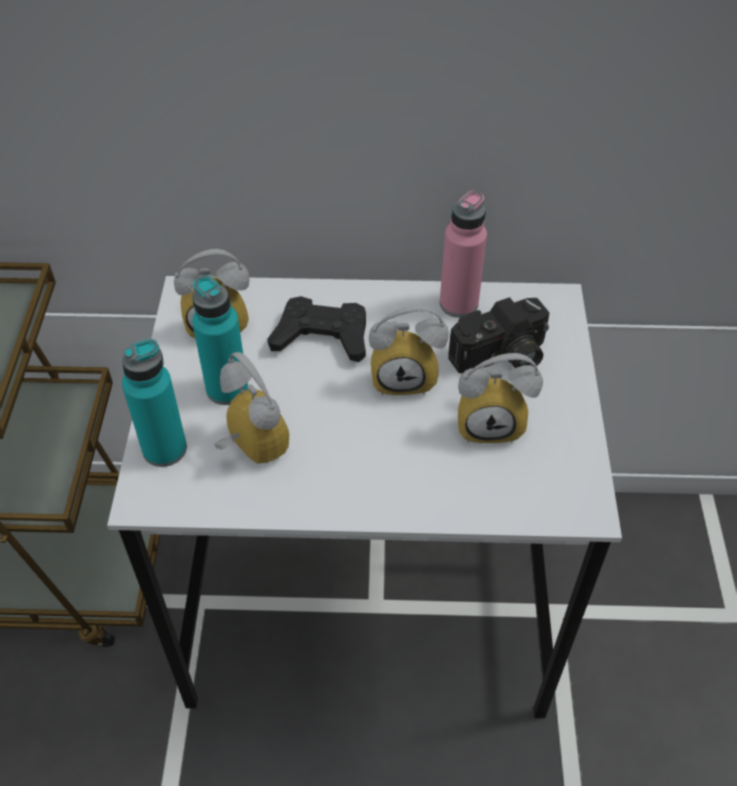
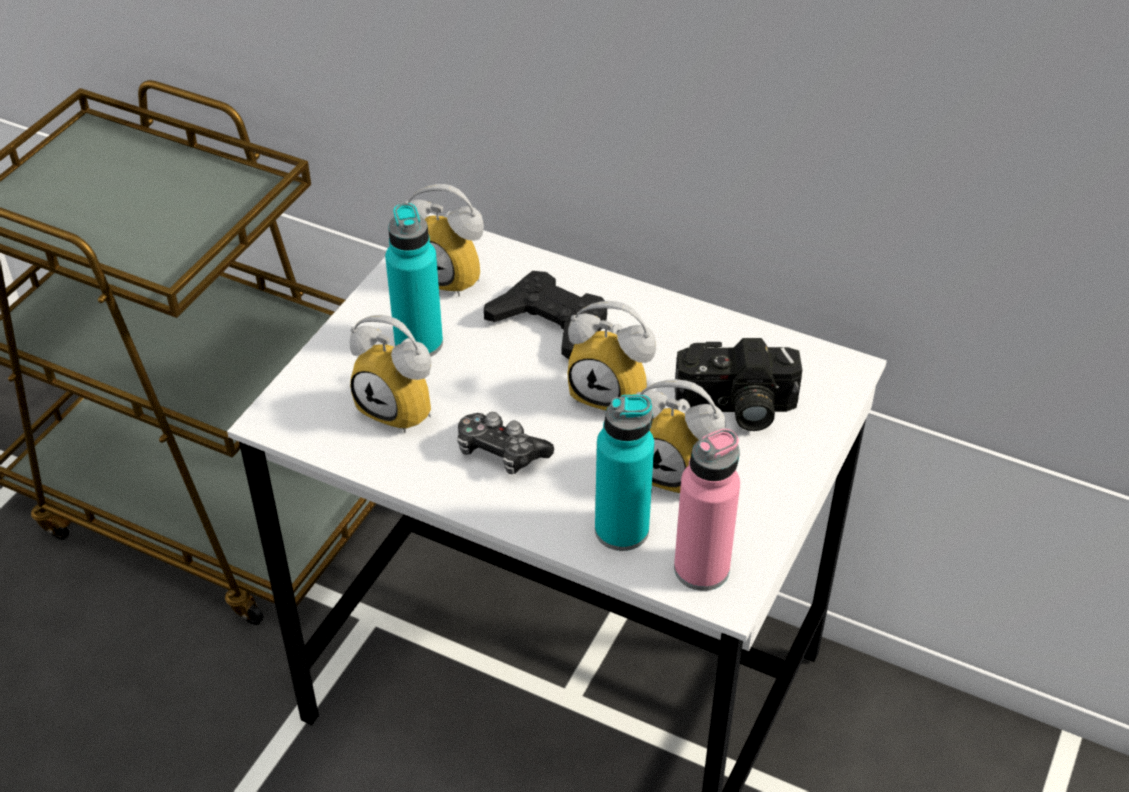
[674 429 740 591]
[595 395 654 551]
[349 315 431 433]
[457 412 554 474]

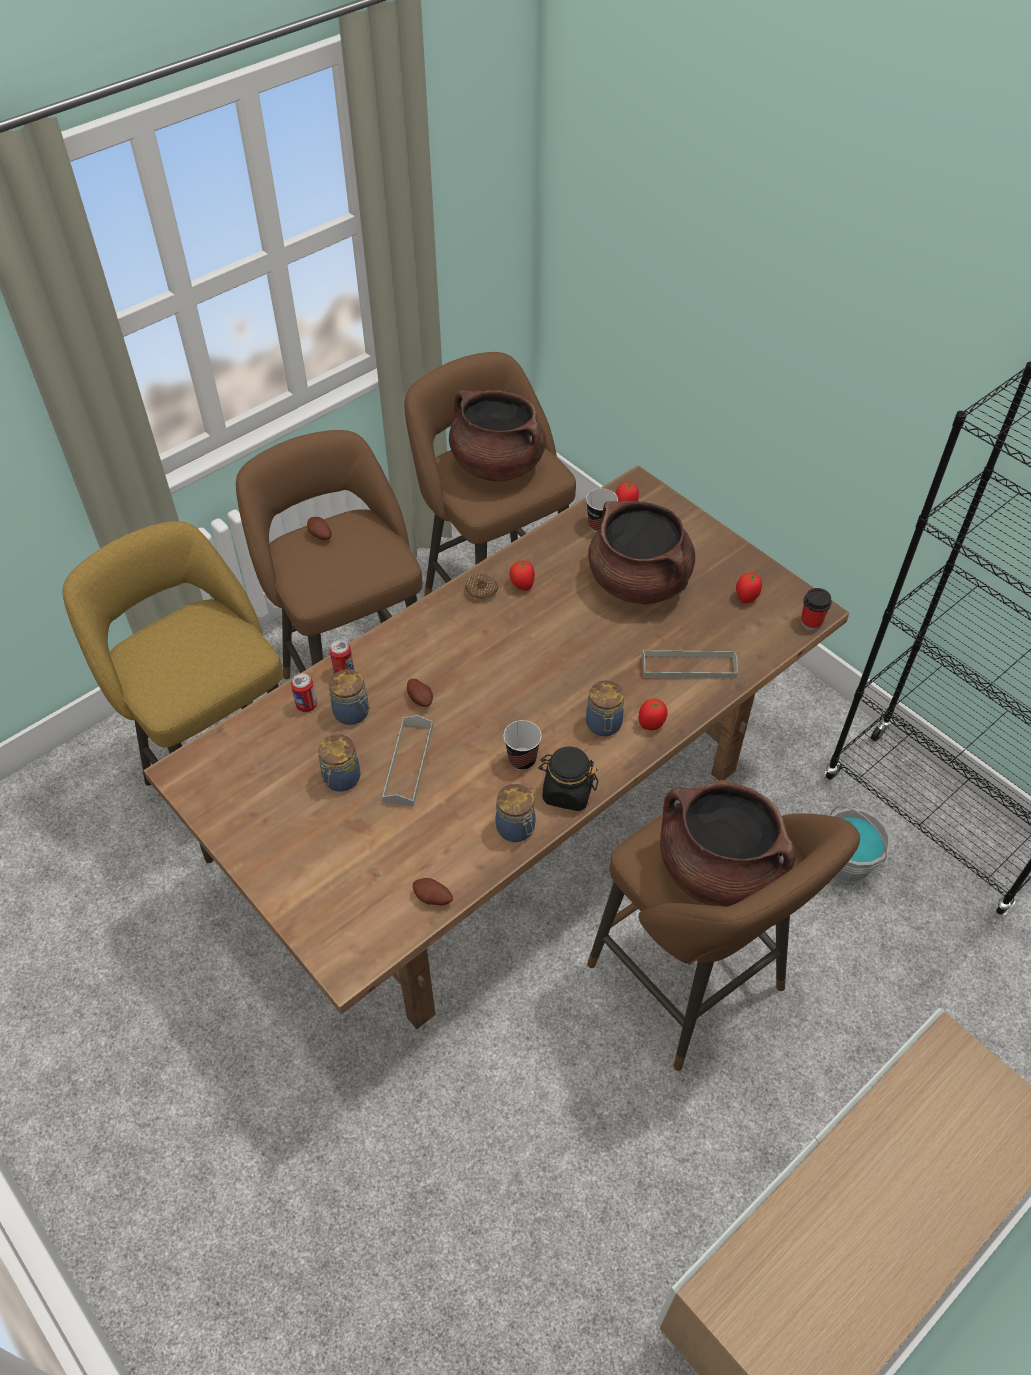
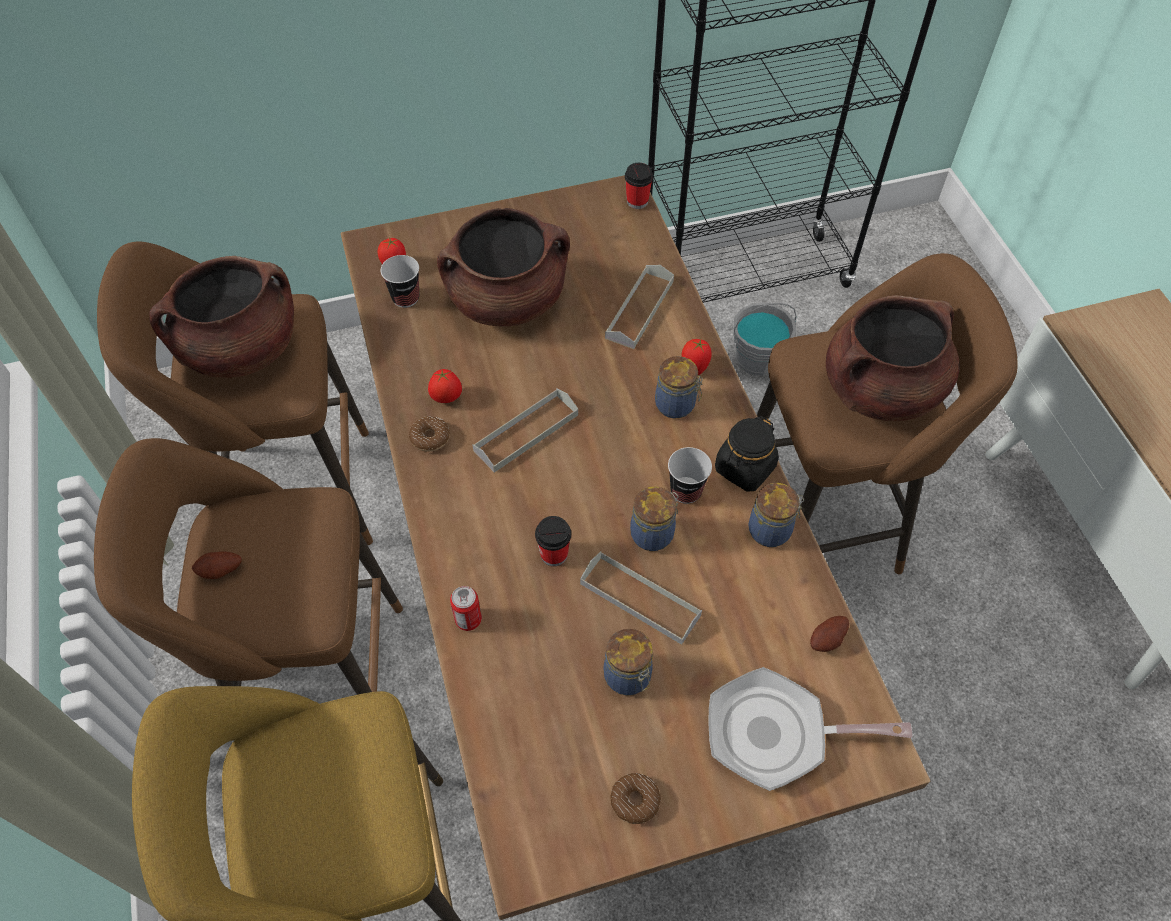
[736 573 762 603] (first image)
[630 487 679 551]
[291 673 317 712] (first image)
[535 516 571 566]
[473 389 578 473]
[709 667 913 791]
[610 773 661 824]

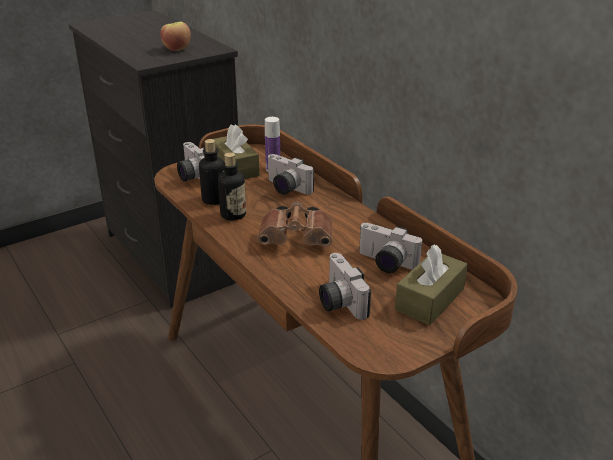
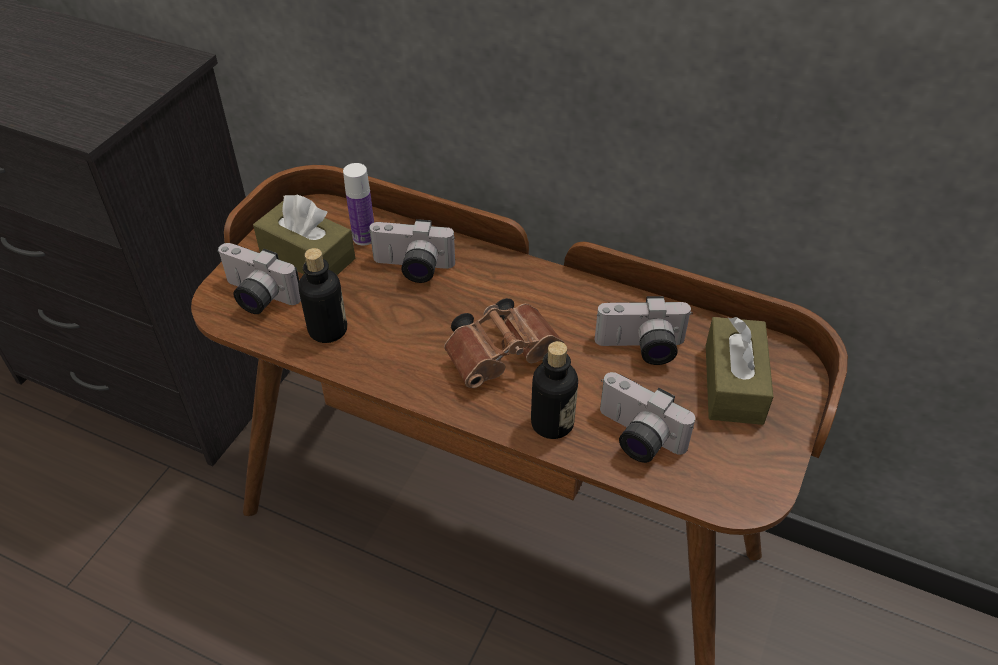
[161 22 191 51] (first image)
[531 341 578 439]

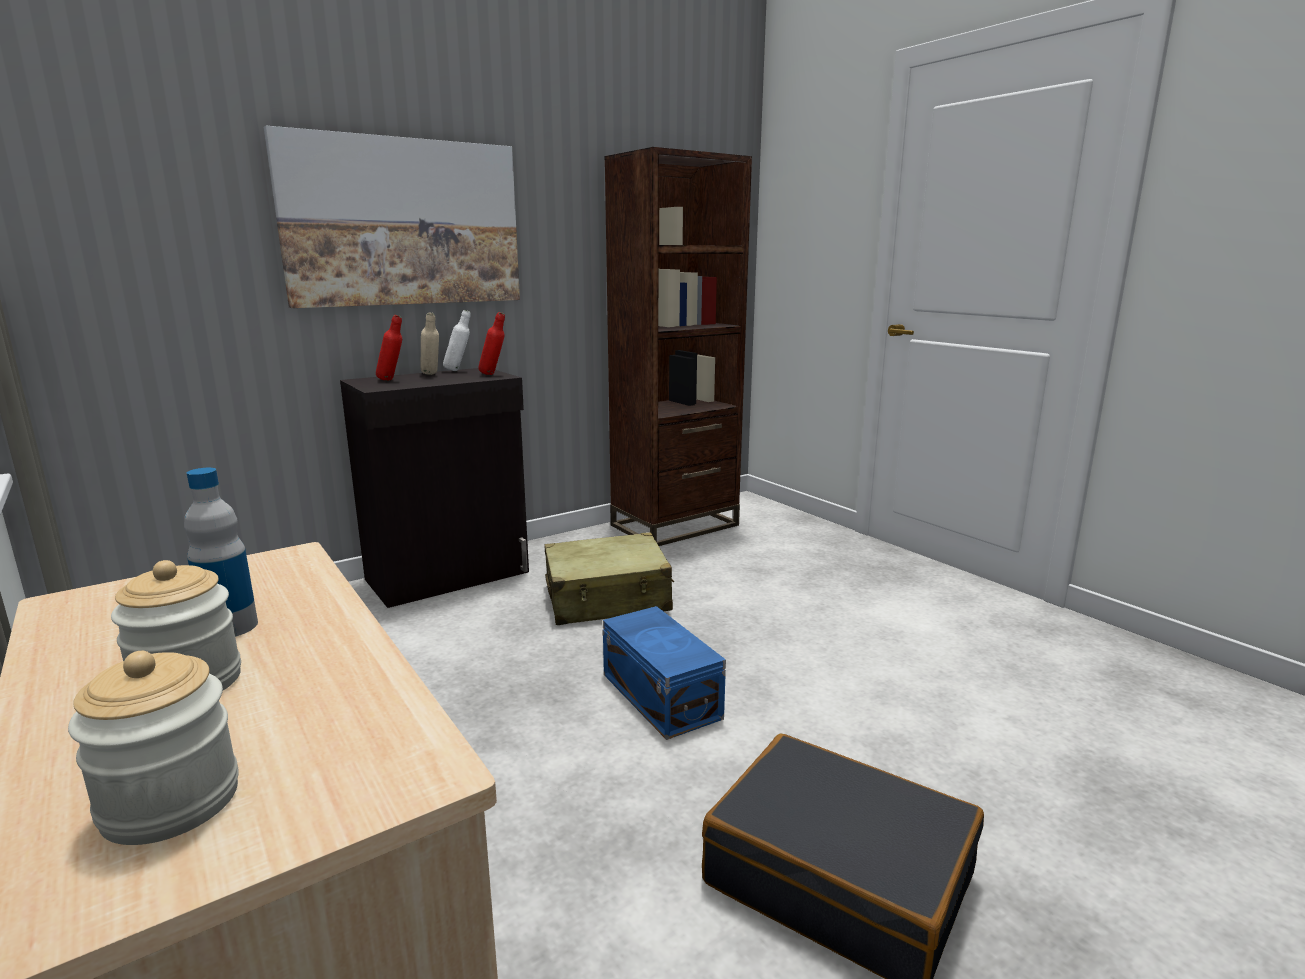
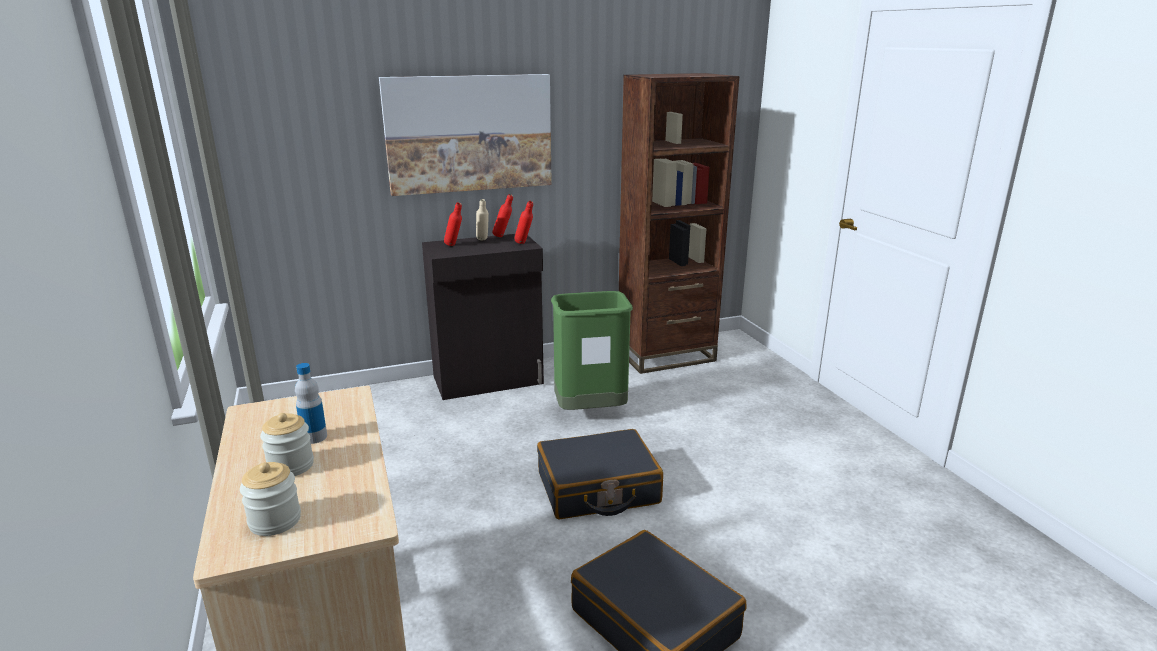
[493 194 513 237]
[551 291 633 413]
[537 429 663 519]

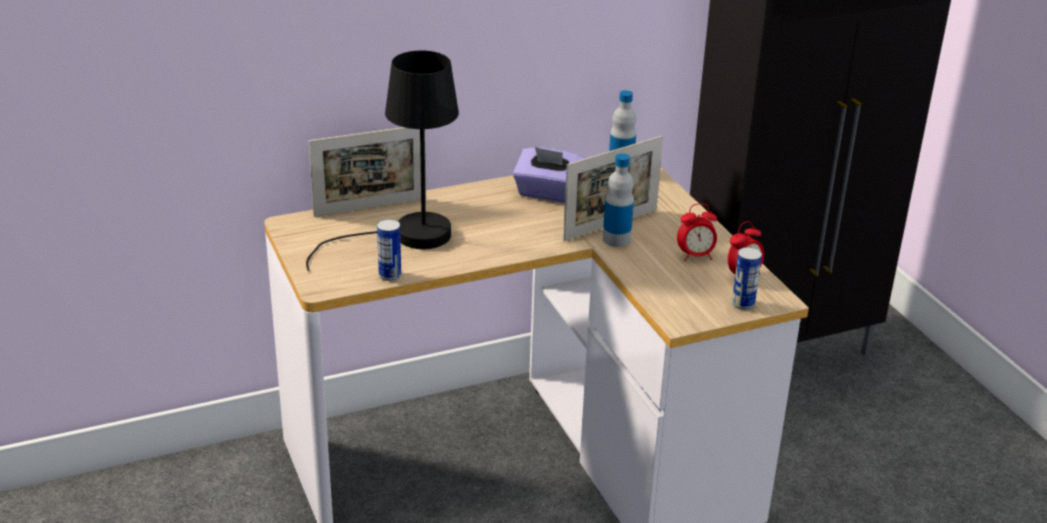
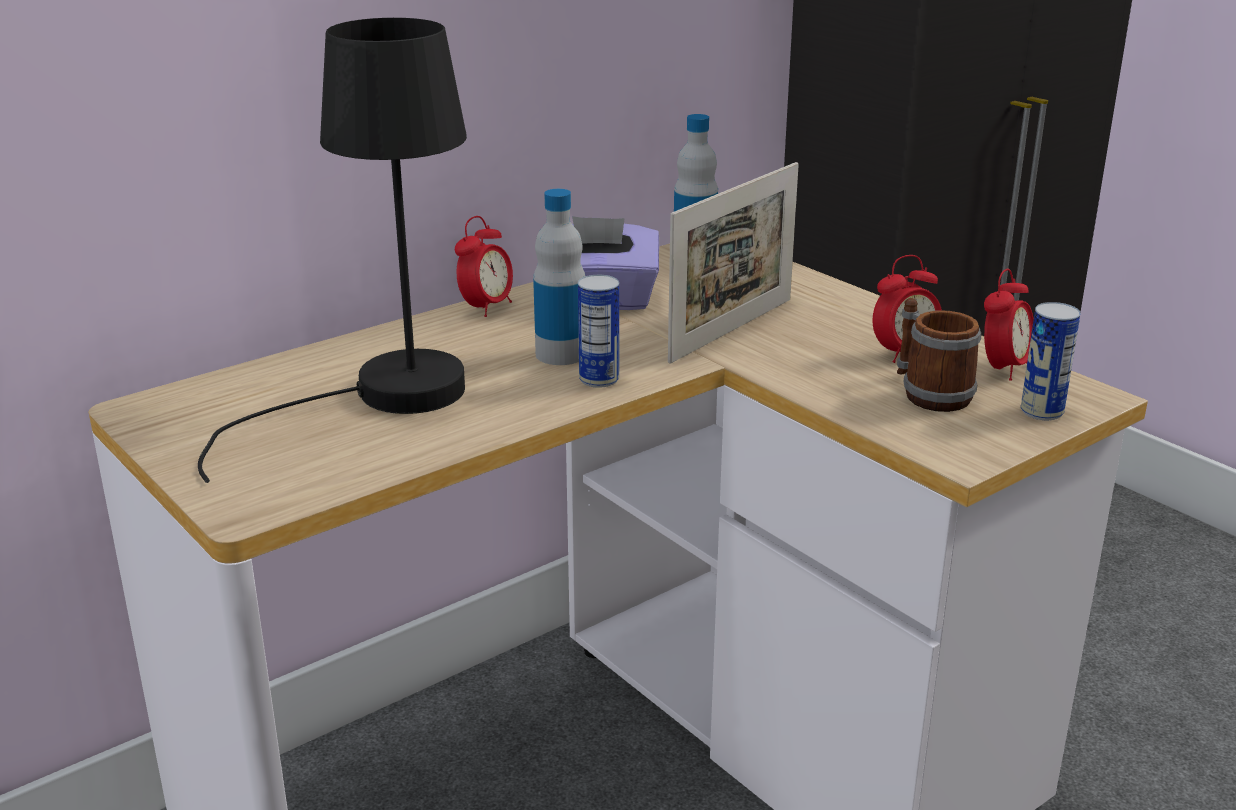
[309 127 426 216] (first image)
[533 189 585 365]
[578 275 619 388]
[455 216 513 317]
[897 298 981 412]

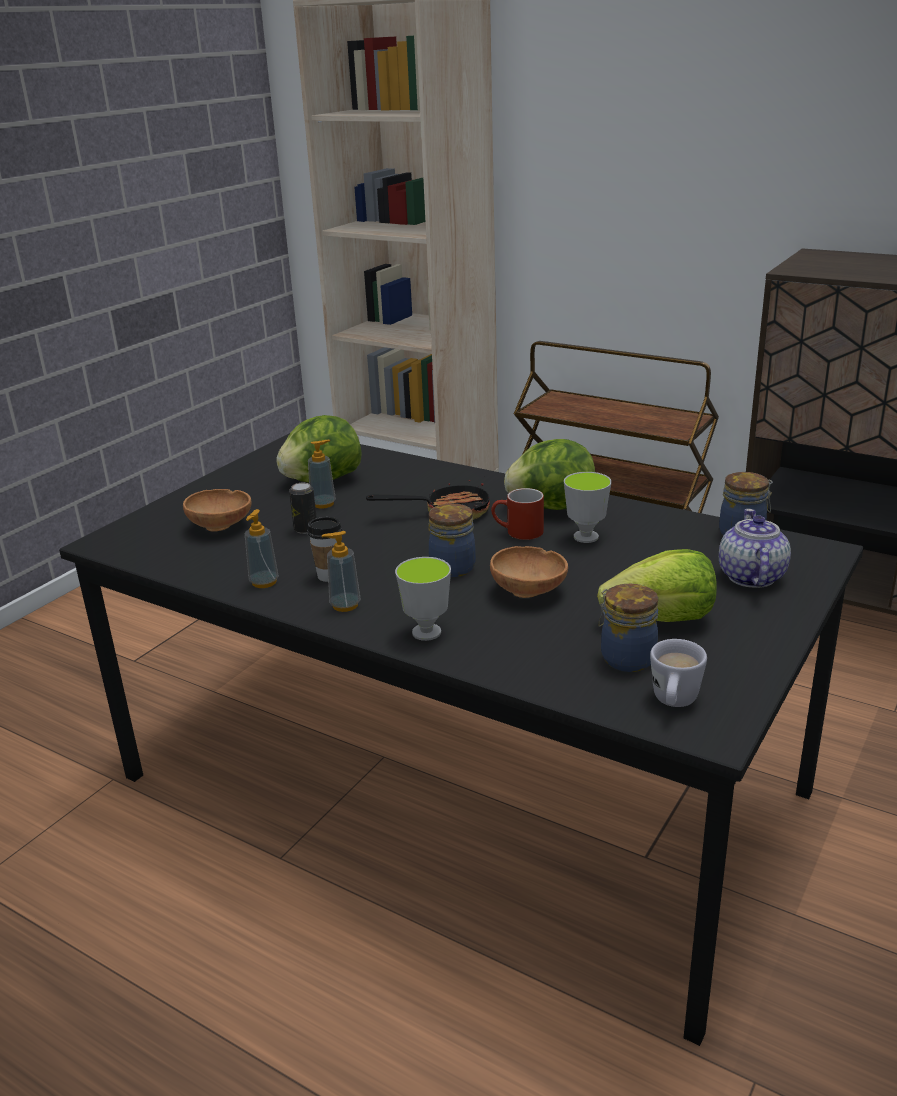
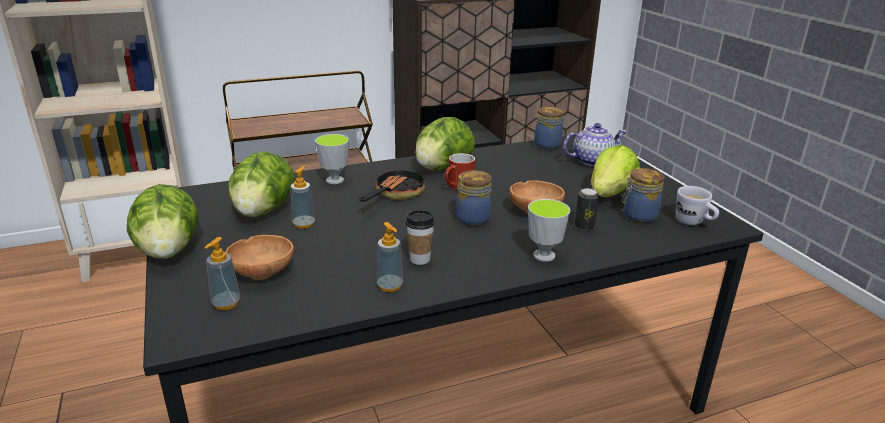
[315 134 349 184]
[574 188 599 231]
[563 123 627 166]
[204 237 240 310]
[127 184 199 259]

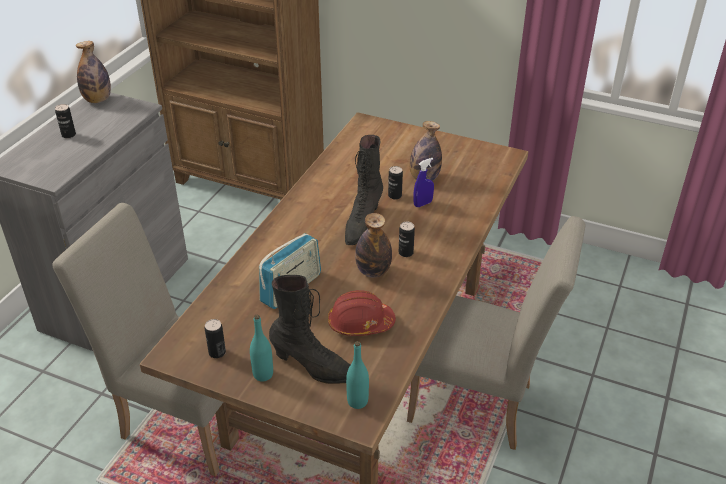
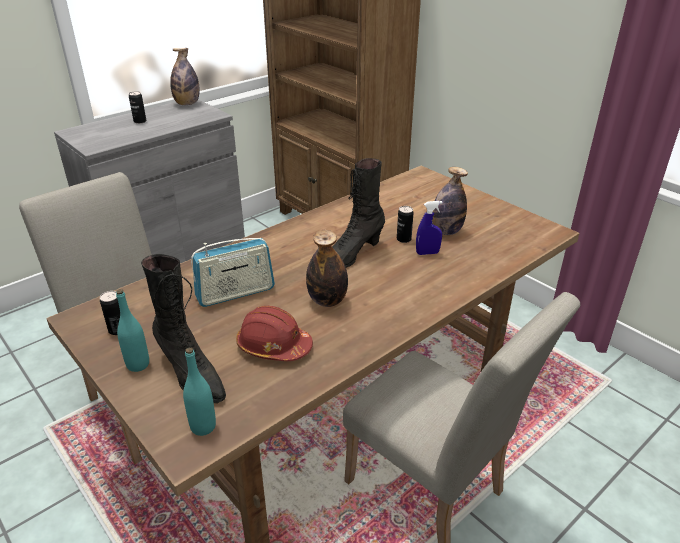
[399 221 415 257] (first image)

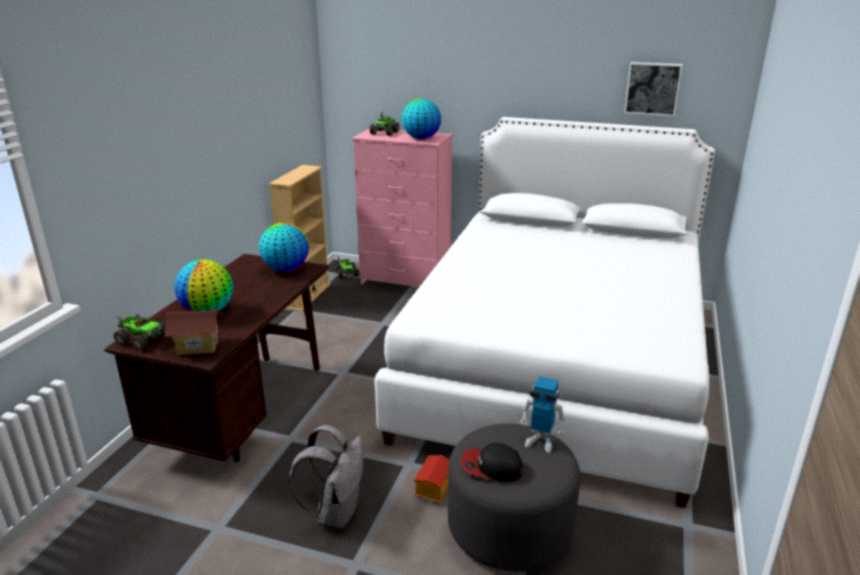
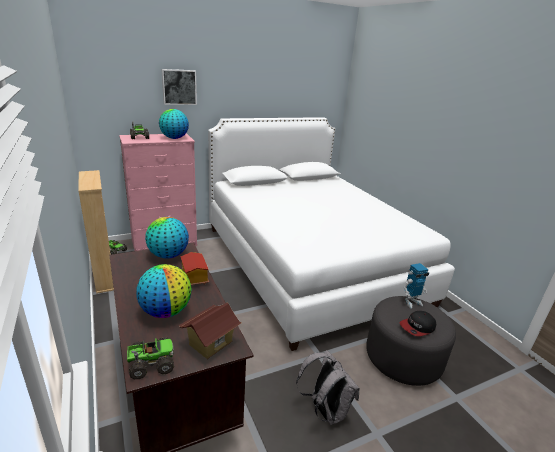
[161 69 197 105]
[180 252 209 285]

